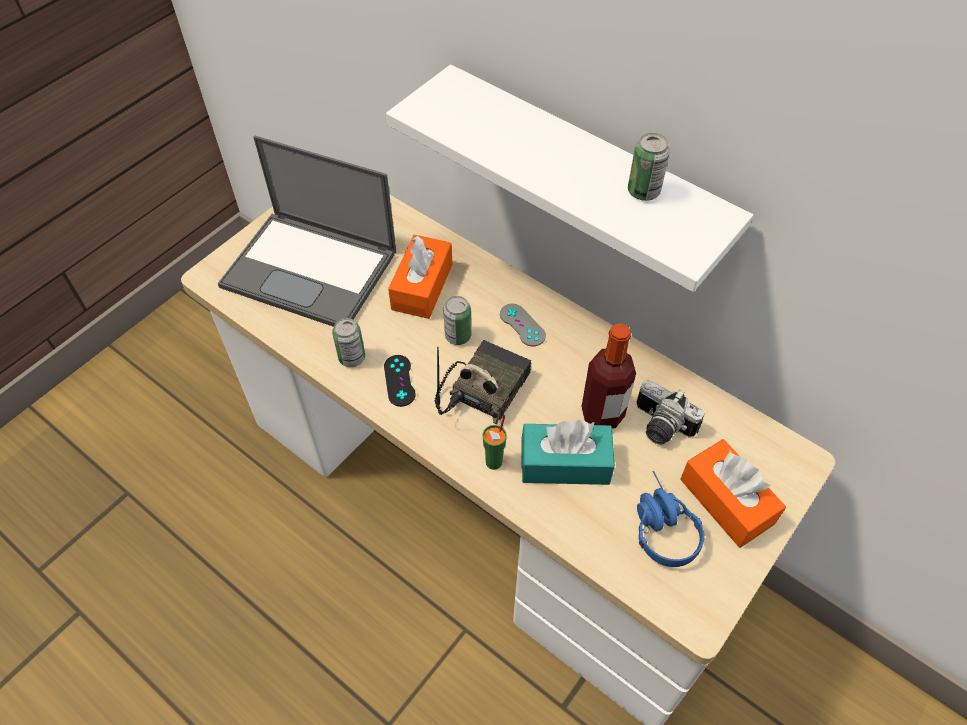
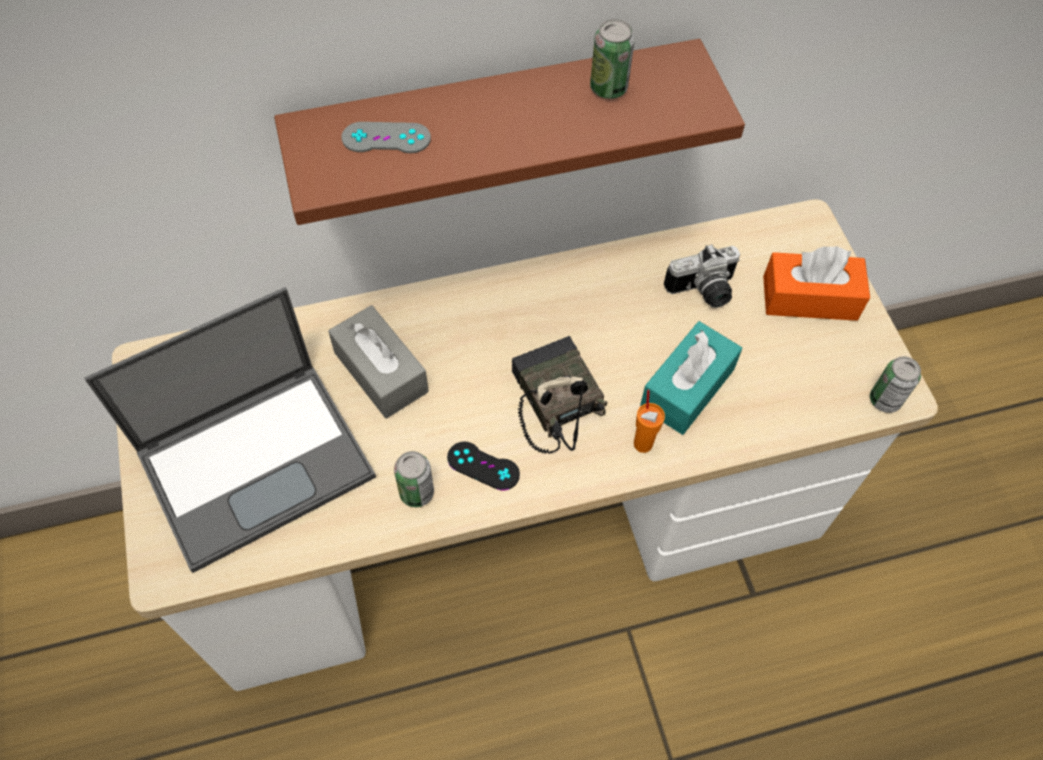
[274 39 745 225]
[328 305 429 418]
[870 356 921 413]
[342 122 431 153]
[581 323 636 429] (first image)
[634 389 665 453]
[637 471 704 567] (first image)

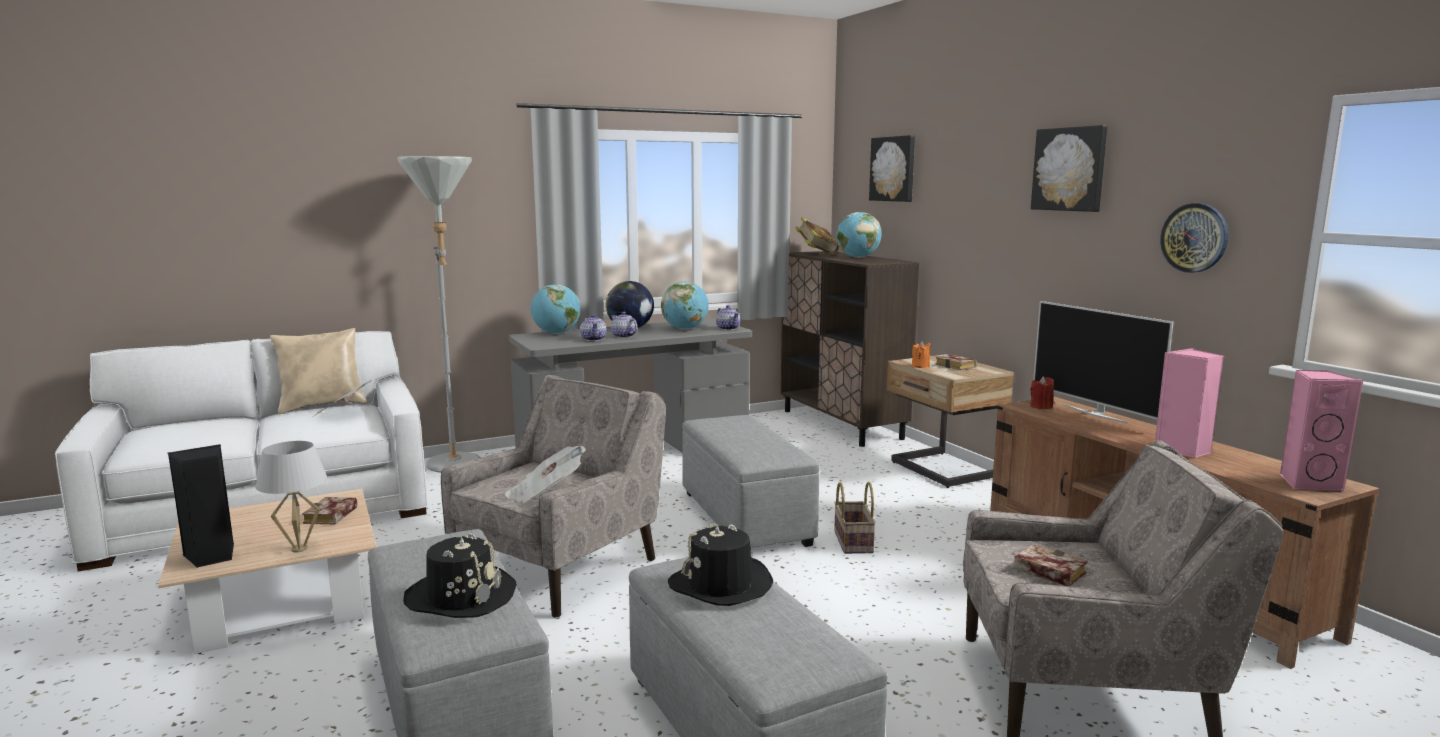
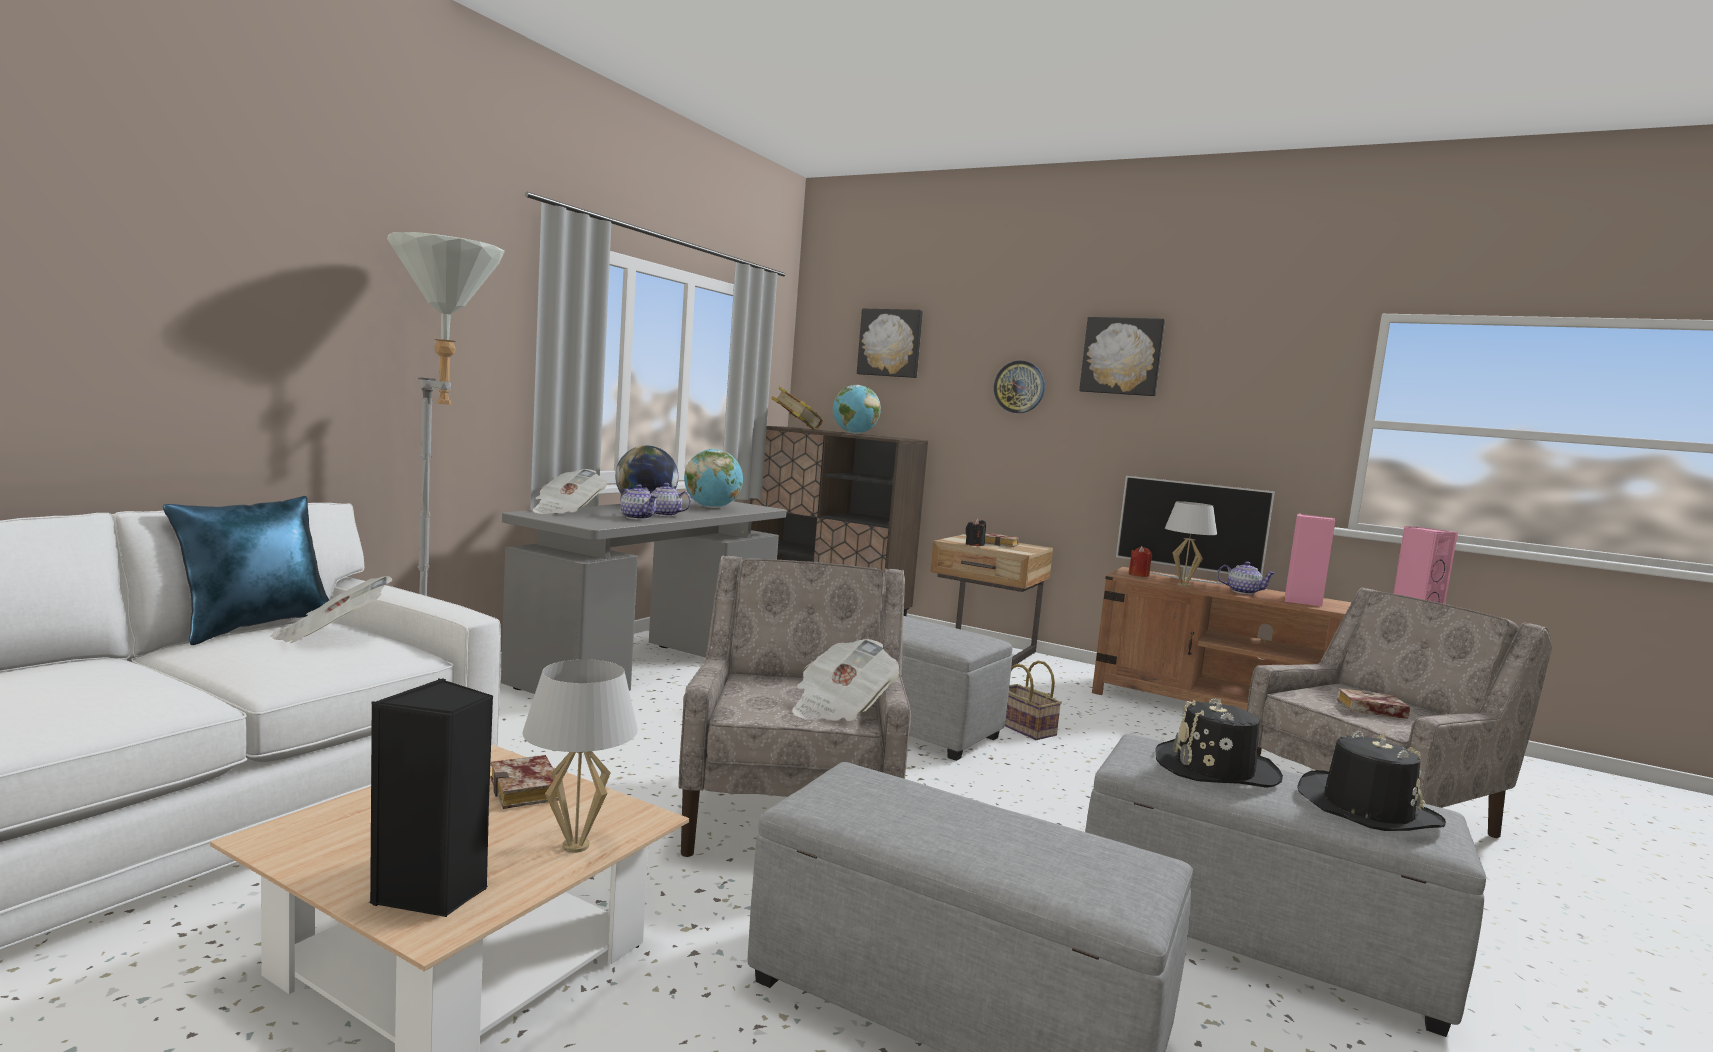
[994 361 1045 413]
[533 469 607 514]
[1217 561 1276 595]
[163 496 329 645]
[966 518 986 546]
[1297 731 1446 831]
[1165 501 1217 587]

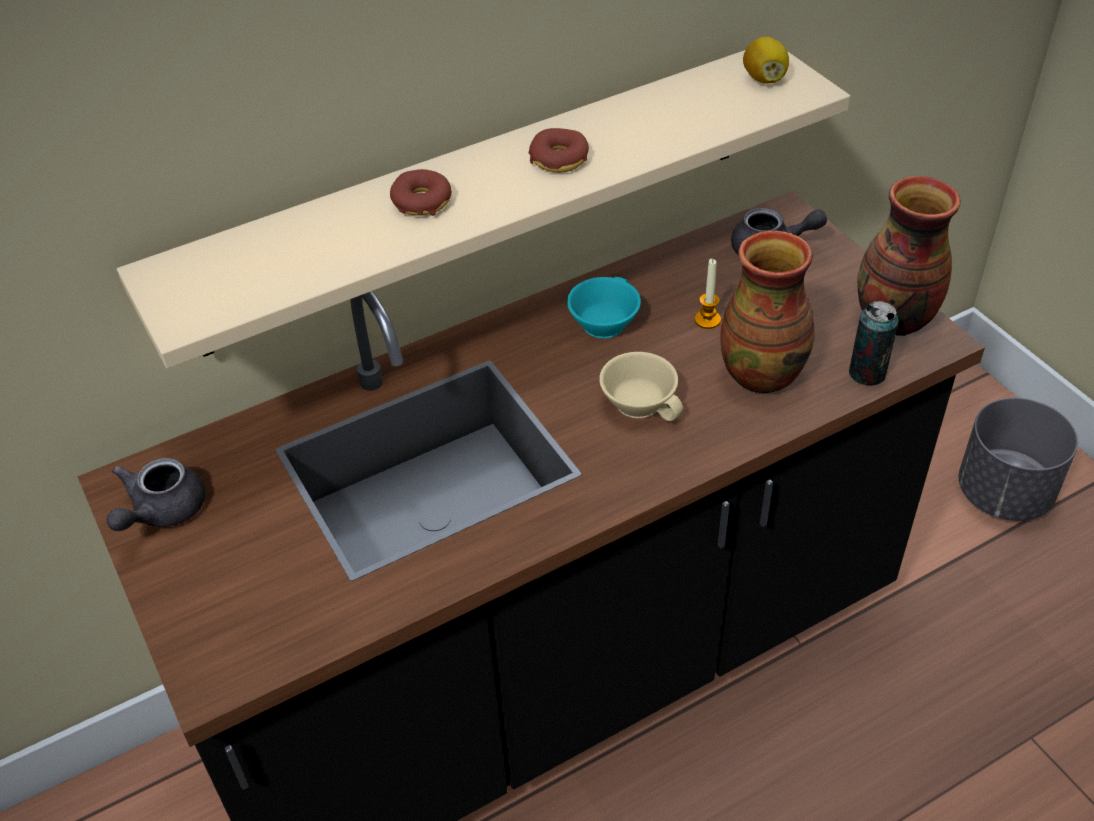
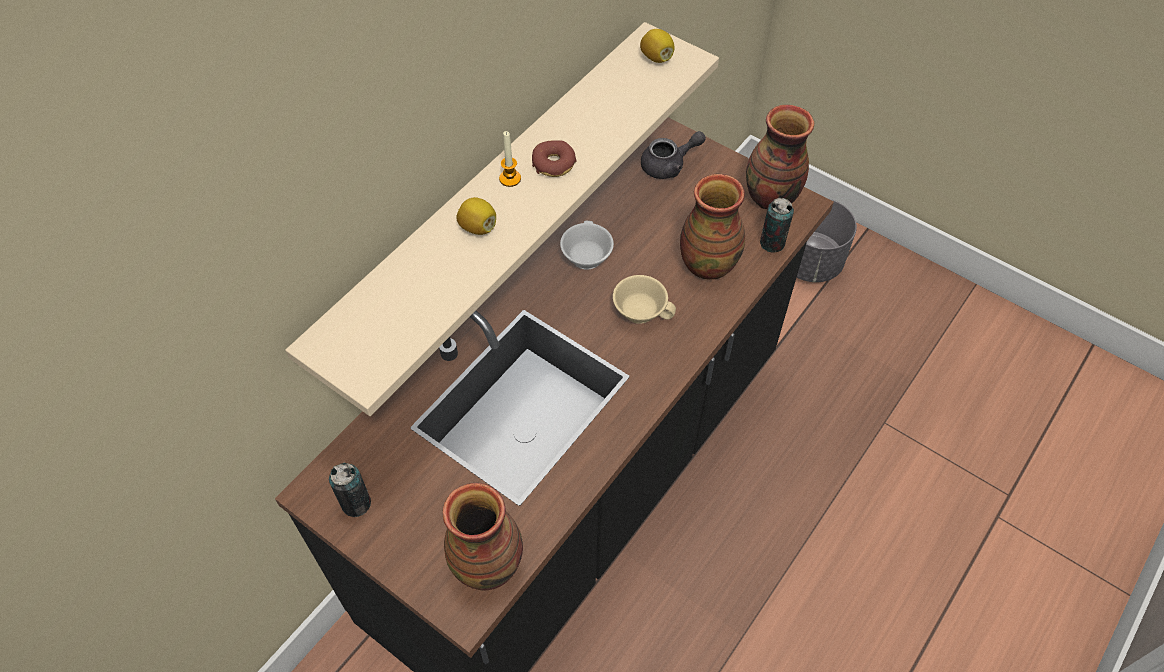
[456 197 496 235]
[499 131 521 187]
[560 221 614 270]
[329 462 371 517]
[442 483 523 590]

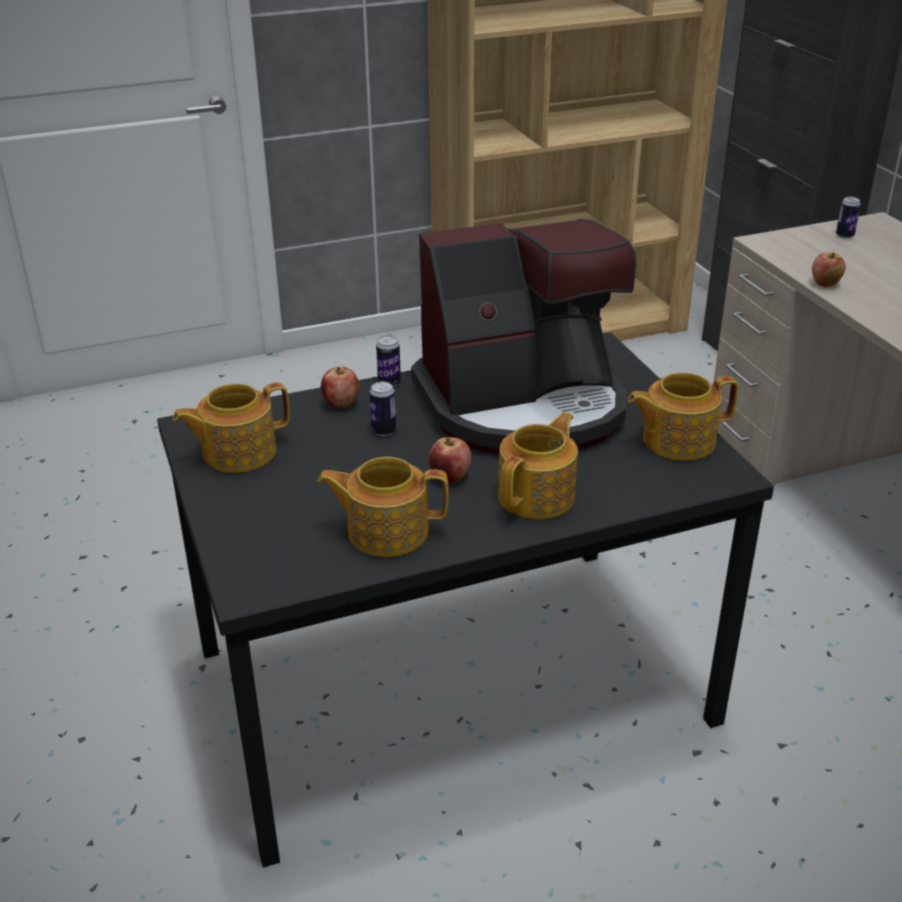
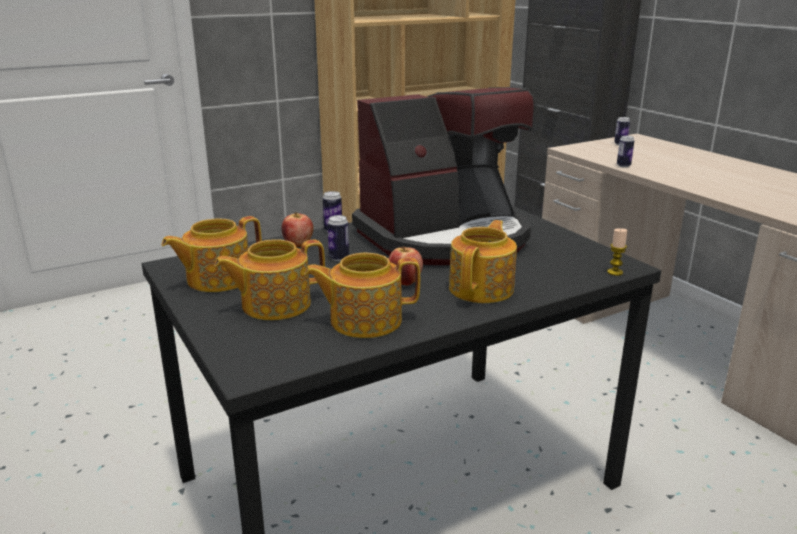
[617 136 634 168]
[214 240 325 320]
[607 228 628 276]

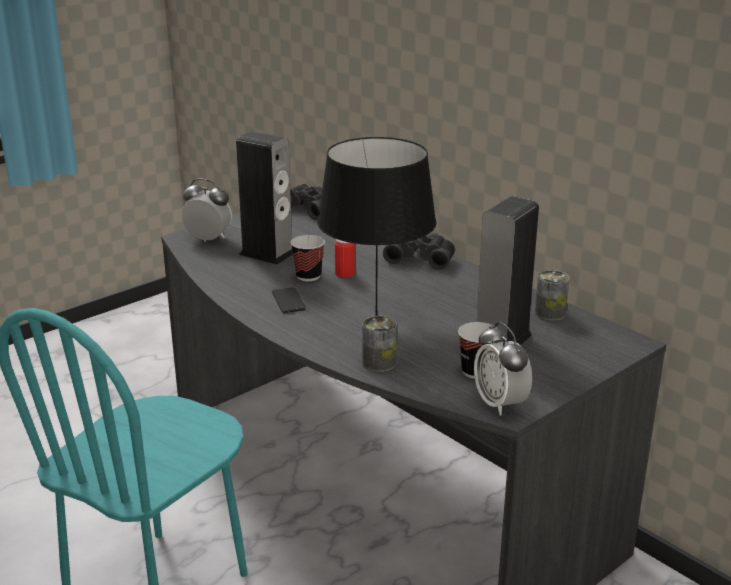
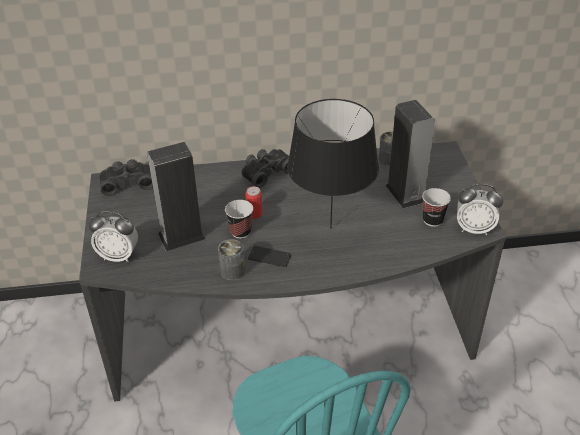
[89 211 138 263]
[218 239 245 281]

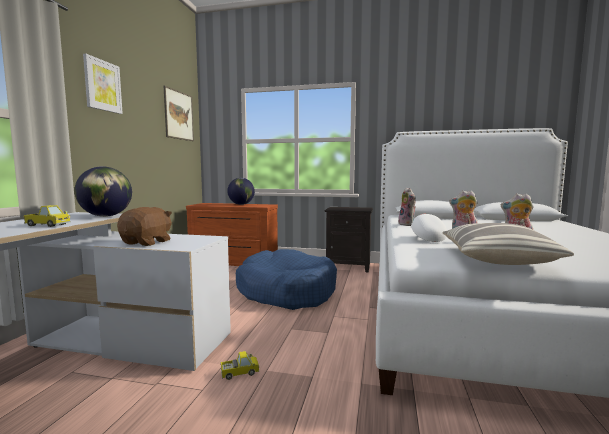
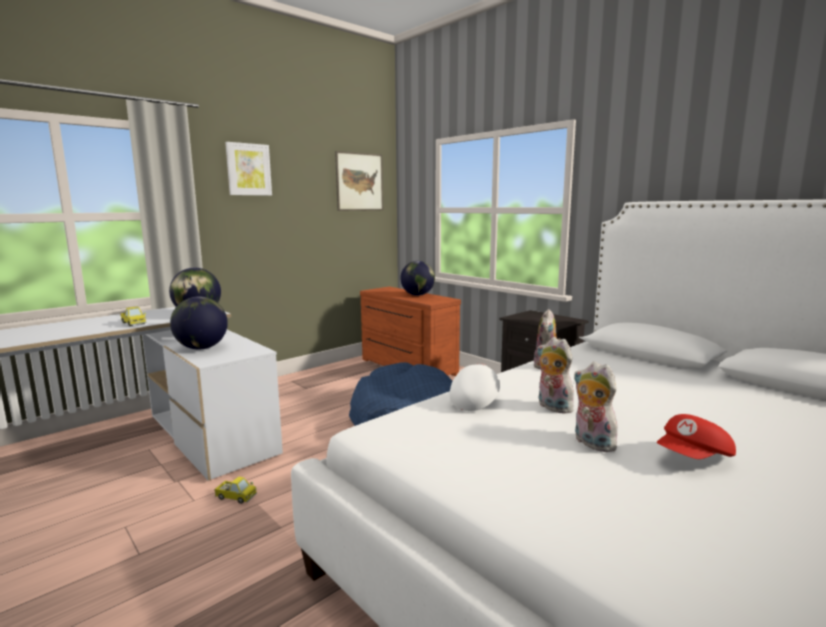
[170 296 228 350]
[442 223 574 265] (first image)
[657 414 736 459]

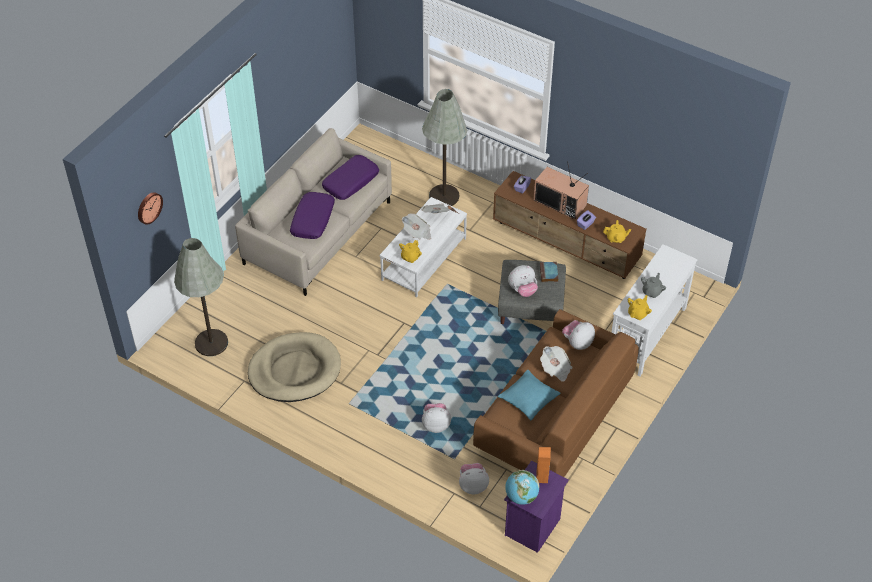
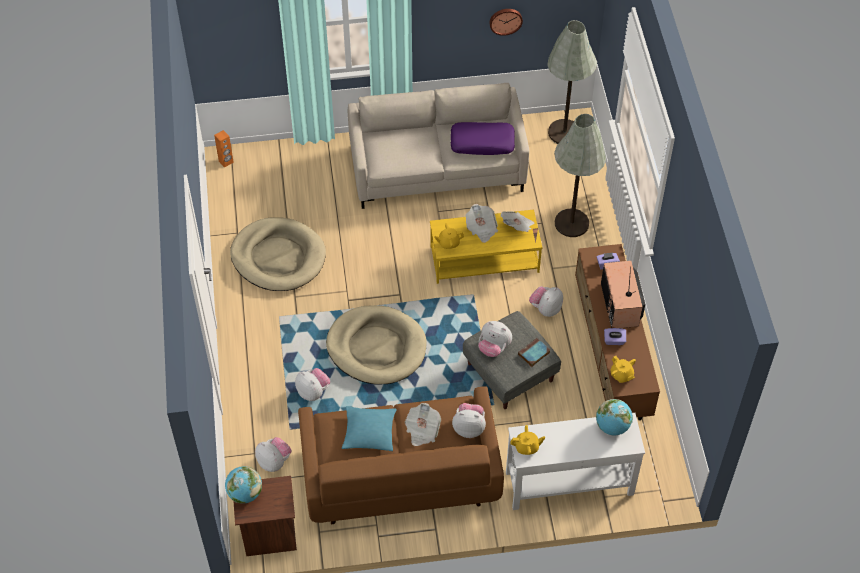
[489 9 523 36]
[290 192 335 239] (first image)
[430 210 542 284]
[547 20 597 144]
[641 273 666 298] (first image)
[214 130 234 168]
[233 476 297 556]
[529 286 563 317]
[326 305 427 385]
[596 399 633 435]

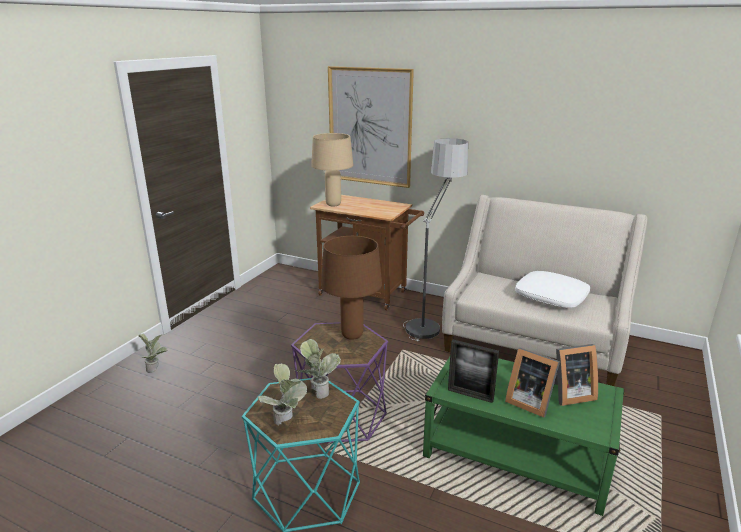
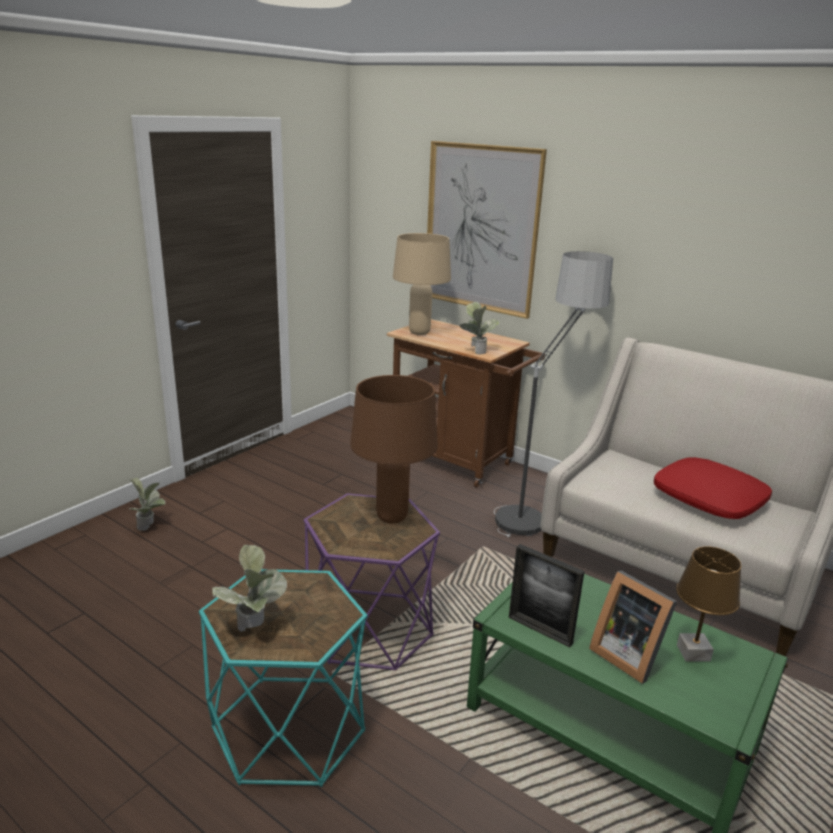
[654 457 772 519]
[459 302 500 355]
[676 546 741 662]

